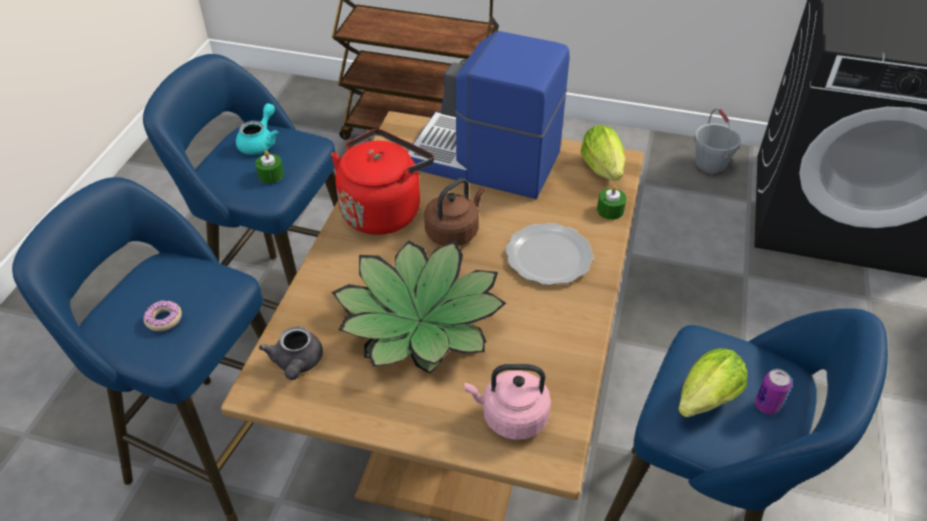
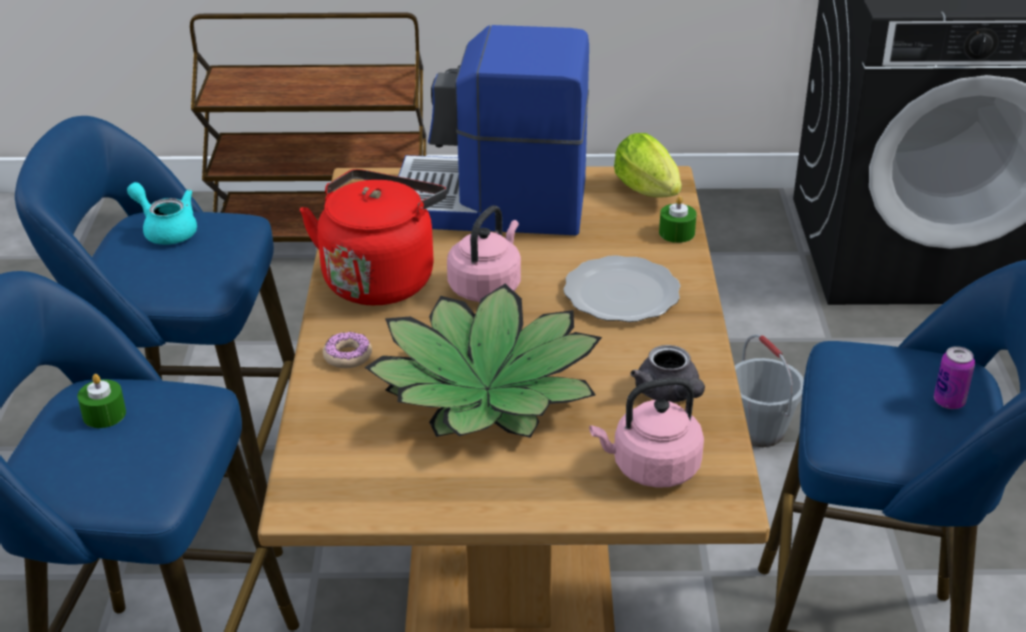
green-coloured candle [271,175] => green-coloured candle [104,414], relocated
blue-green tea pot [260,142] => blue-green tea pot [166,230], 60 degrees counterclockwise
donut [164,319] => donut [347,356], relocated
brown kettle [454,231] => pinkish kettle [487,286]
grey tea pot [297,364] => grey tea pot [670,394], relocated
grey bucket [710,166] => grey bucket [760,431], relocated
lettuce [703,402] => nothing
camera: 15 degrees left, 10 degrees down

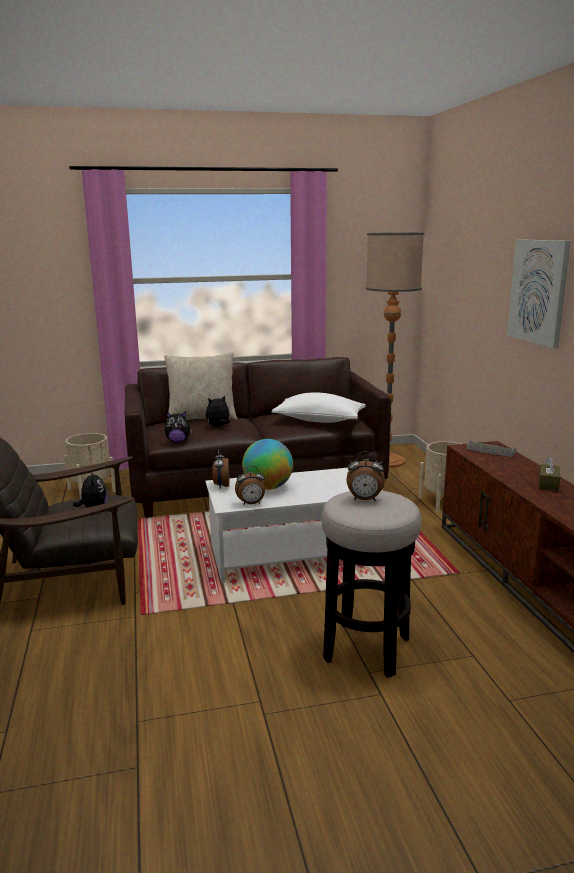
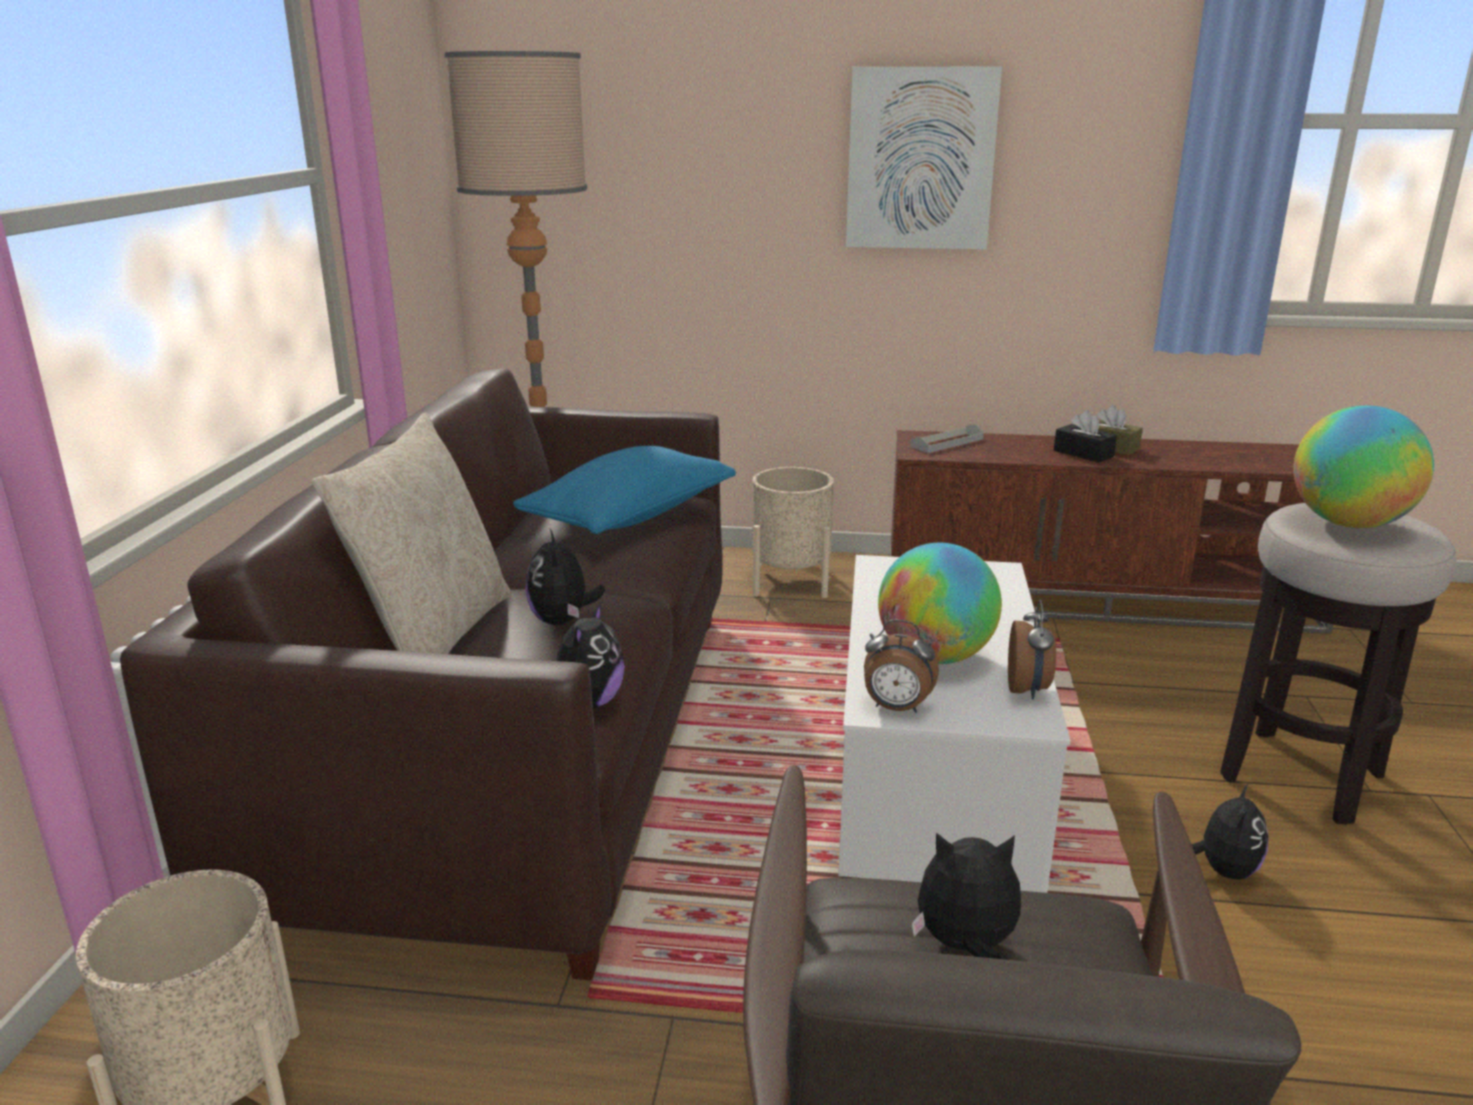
whitish pillow [319,420] => blue pillow [630,517]
nothing => black box of tissues [1083,453]
nothing => cuddly toy [1223,870]
bedside clock [364,500] => world globe [1348,523]
camera: 70 degrees left, 5 degrees up

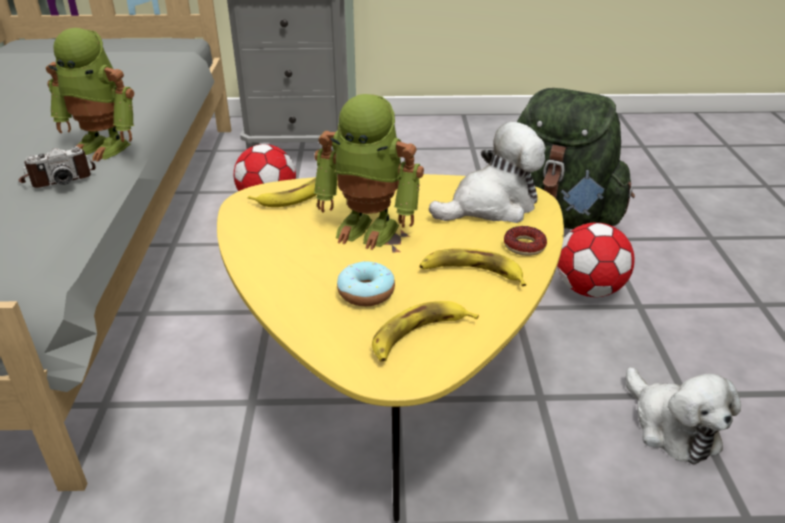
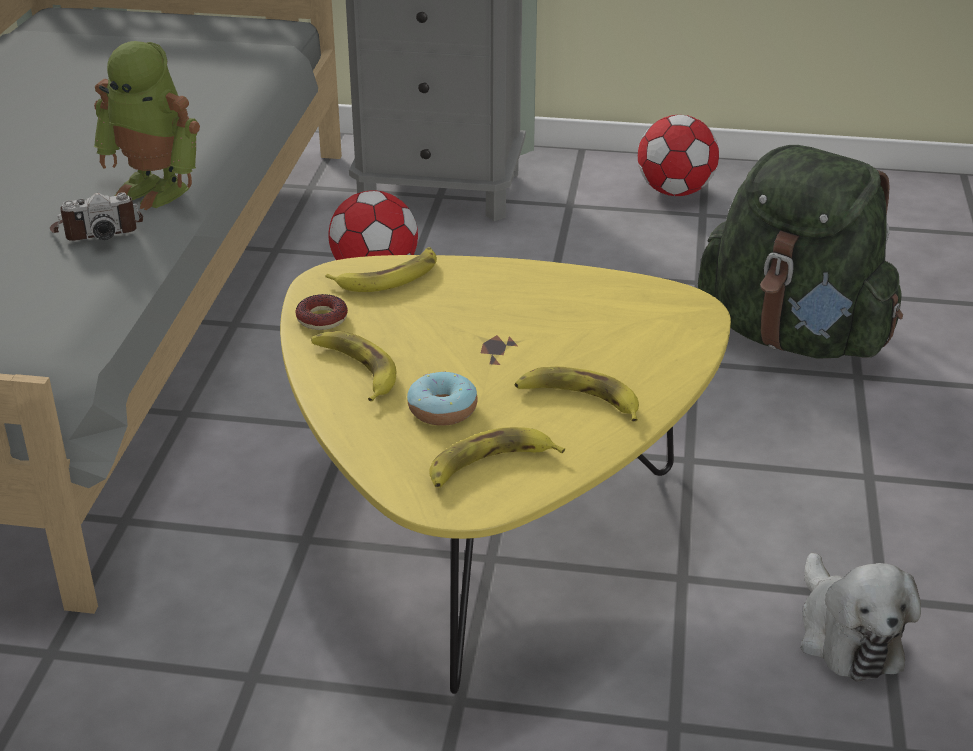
donut [524,246] => donut [322,318], relocated
nothing => banana fruit [355,370]
football [589,289] => football [675,191], relocated
robot figure [369,227] => nothing
cuddly toy [491,206] => nothing
camera: 10 degrees right, 0 degrees up

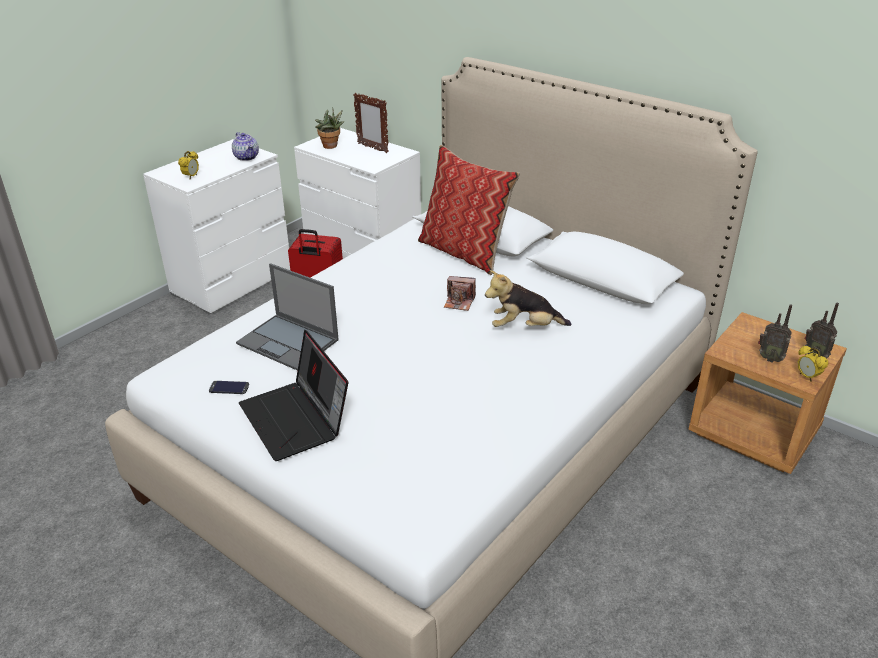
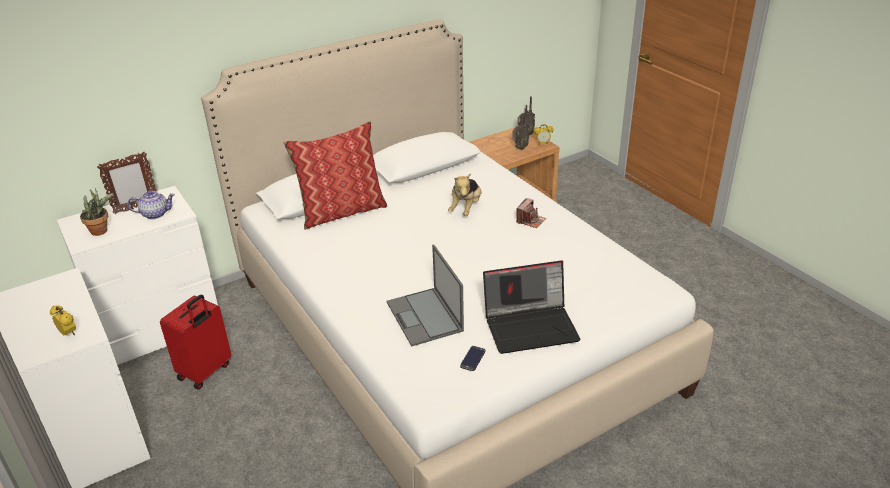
tea pot [247,157] => tea pot [155,214], relocated
portable computer [289,342] => portable computer [425,317], 105 degrees clockwise
photo camera [459,302] => photo camera [530,220], relocated
camera: 70 degrees left, 0 degrees up

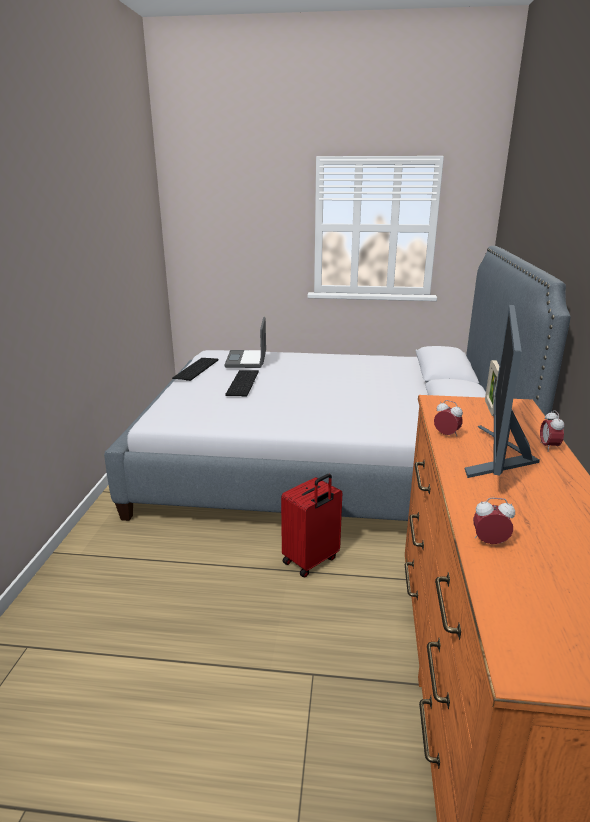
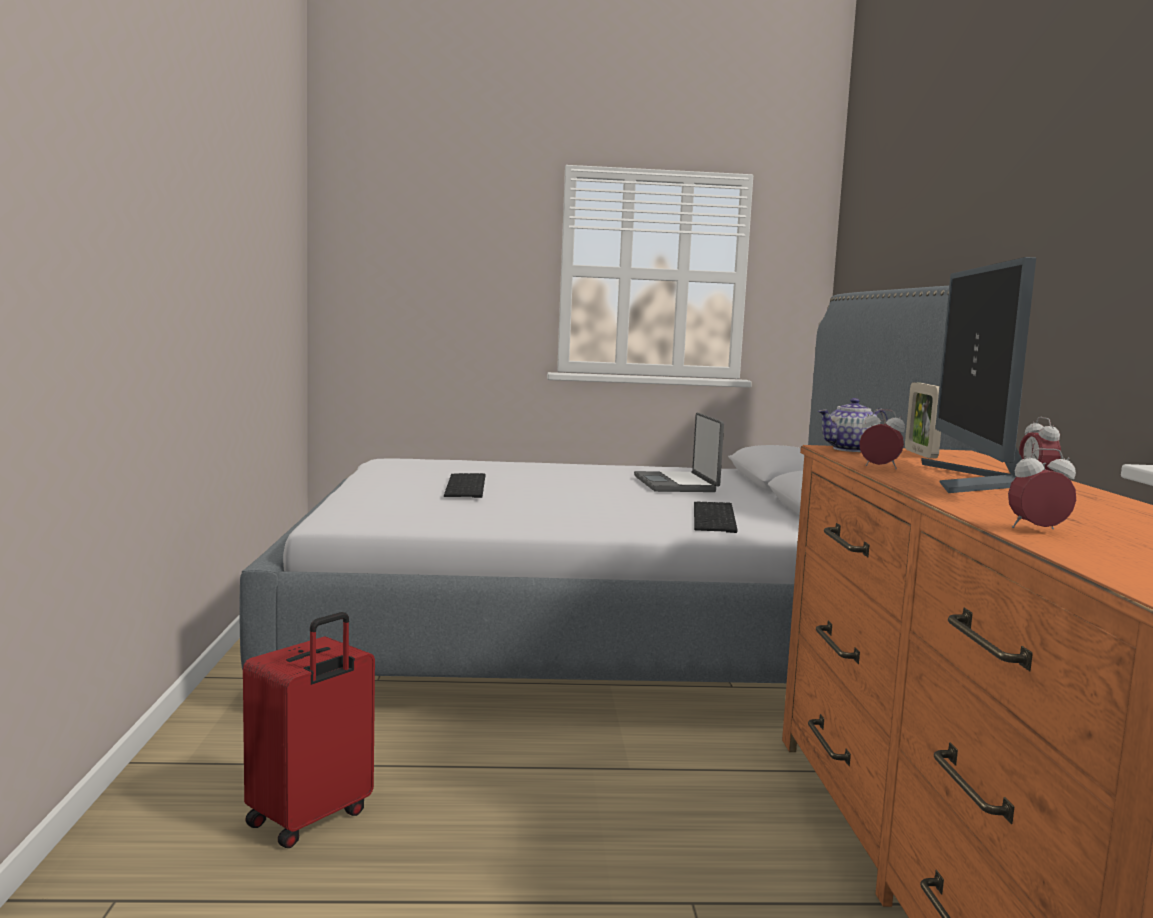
red travel case [311,561] => red travel case [310,819], relocated
portable computer [247,360] => portable computer [677,484], relocated
PC keyboard [197,369] => PC keyboard [716,517], relocated
nothing => tea pot [851,449]
camera: 10 degrees left, 15 degrees down

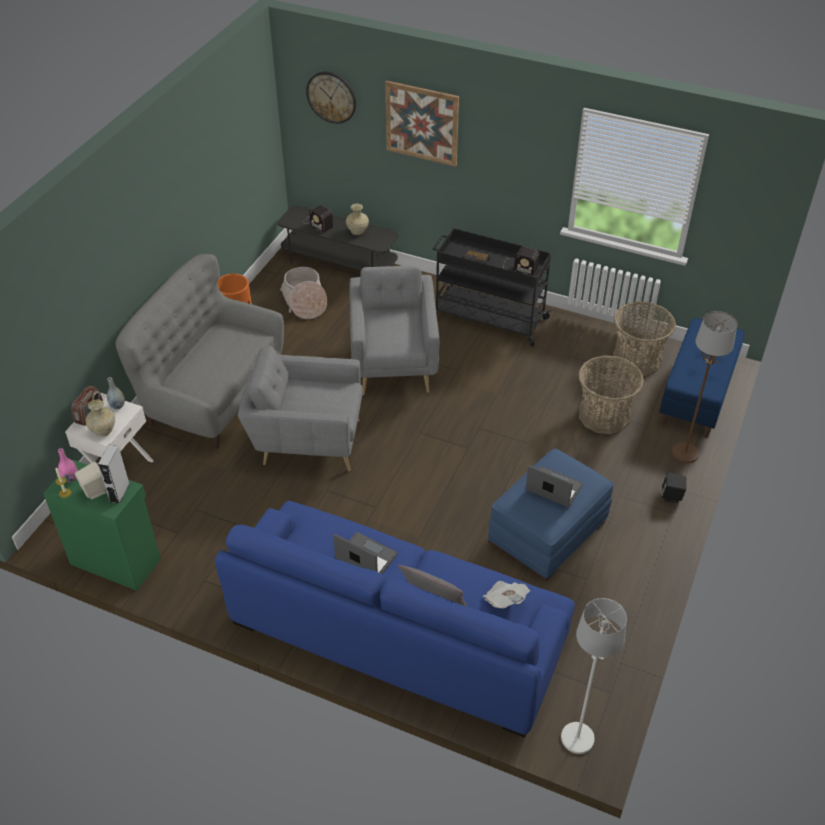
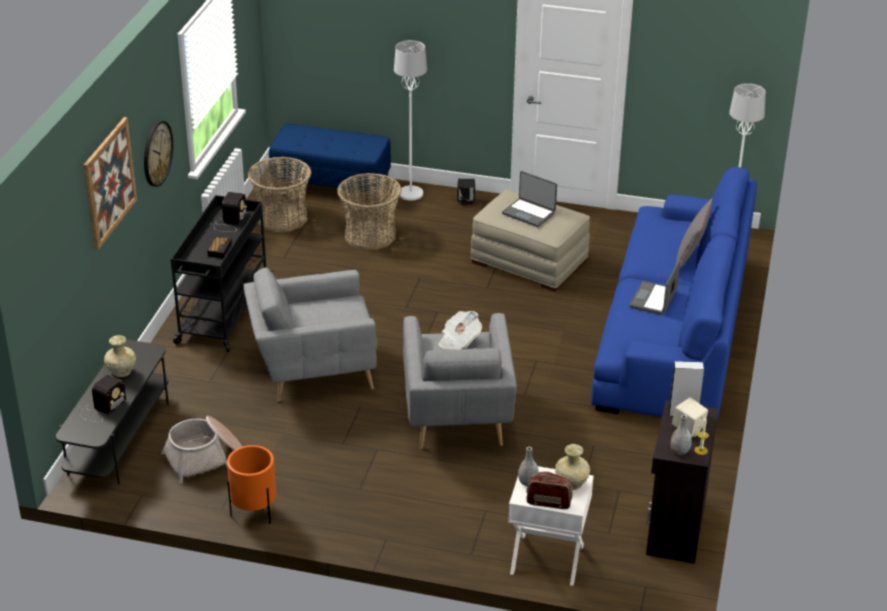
clock on the wall [331,97] => clock on the wall [157,153], relocated
brown standing lamp [684,453] => whitish standing lamp [410,194]
printed paper [505,600] => printed paper [459,340], relocated
blue pouffe [548,531] => sand-coloured pouffe [530,261]
portable computer [553,488] => portable computer [529,213], 75 degrees counterclockwise
green-coloured storage cabinet [115,560] => black storage cabinet [674,529]
pinkish decorative vase [70,478] => grey decorative vase [679,451]
grey couch [212,394] => nothing
camera: 100 degrees left, 10 degrees down

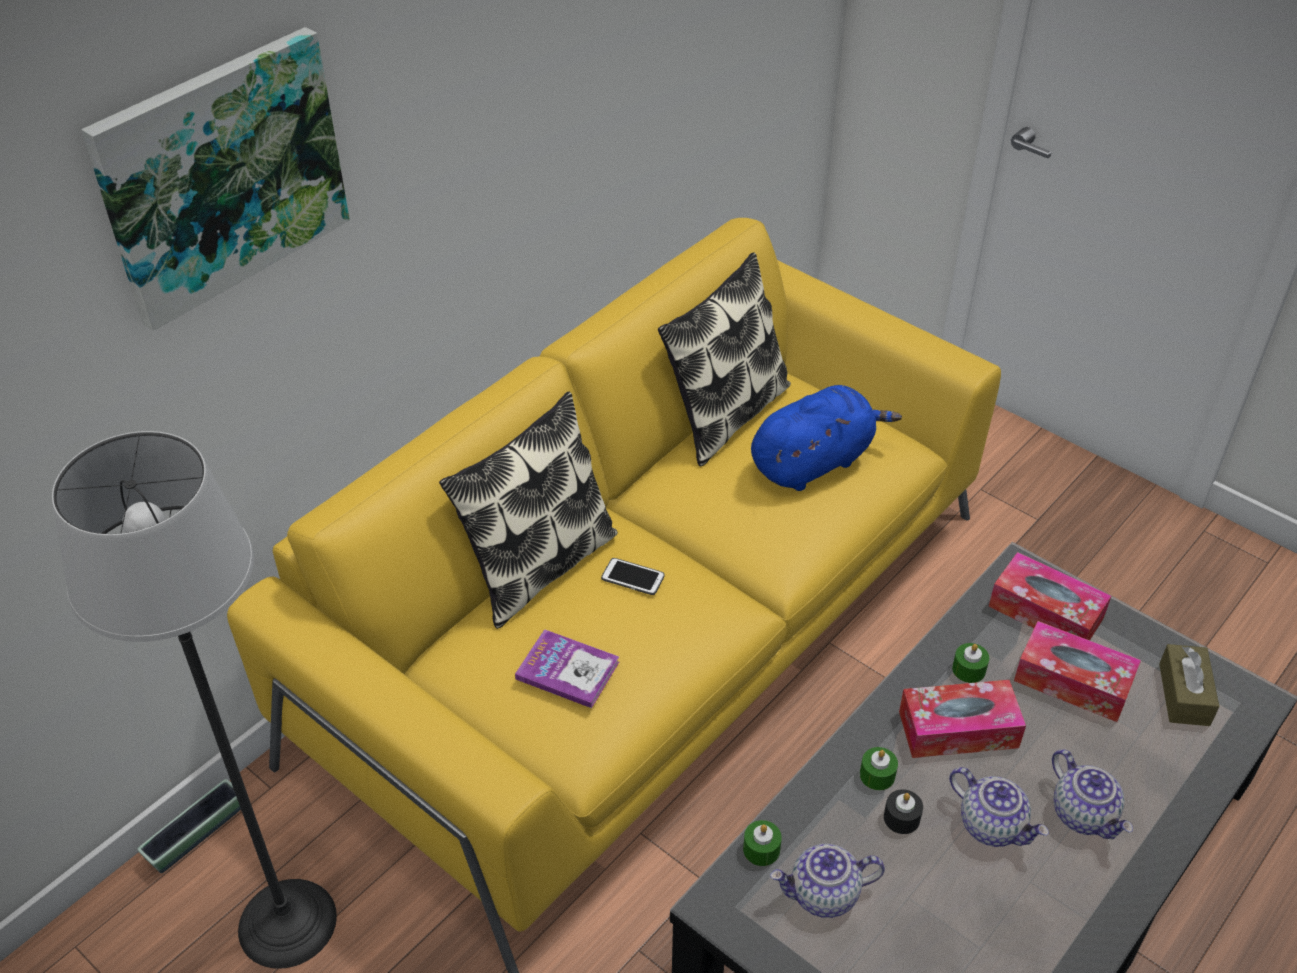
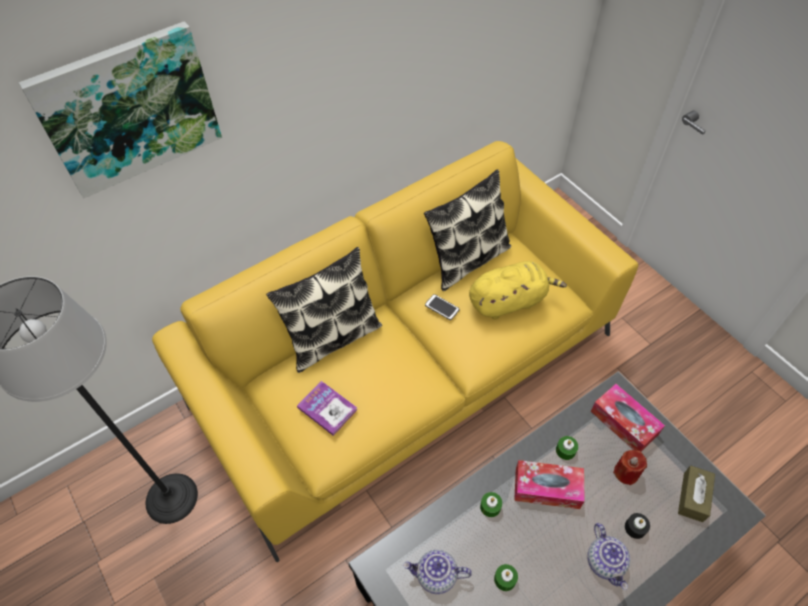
handset [633,577] => handset [442,307], relocated
blue cuddly toy [814,461] => yellow cuddly toy [509,301]
green-coloured candle [761,849] => green-coloured candle [505,579], relocated
box of tissues [1073,681] => red candle [626,472]
black candle [901,818] => black candle [635,528], relocated
flower pot [196,835] => nothing
tea pot [992,825] => nothing
camera: 15 degrees right, 10 degrees up

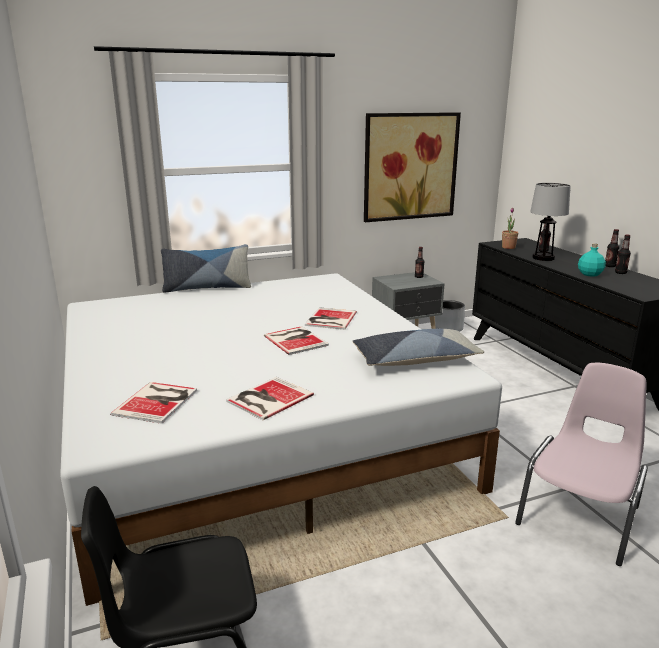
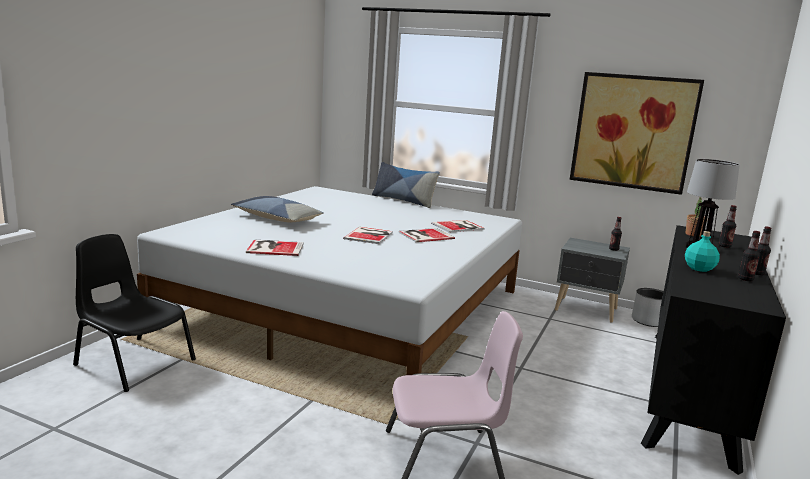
pillow [415,359] => pillow [276,218], relocated
book [158,401] => book [459,226], relocated
camera: 45 degrees right, 5 degrees down

